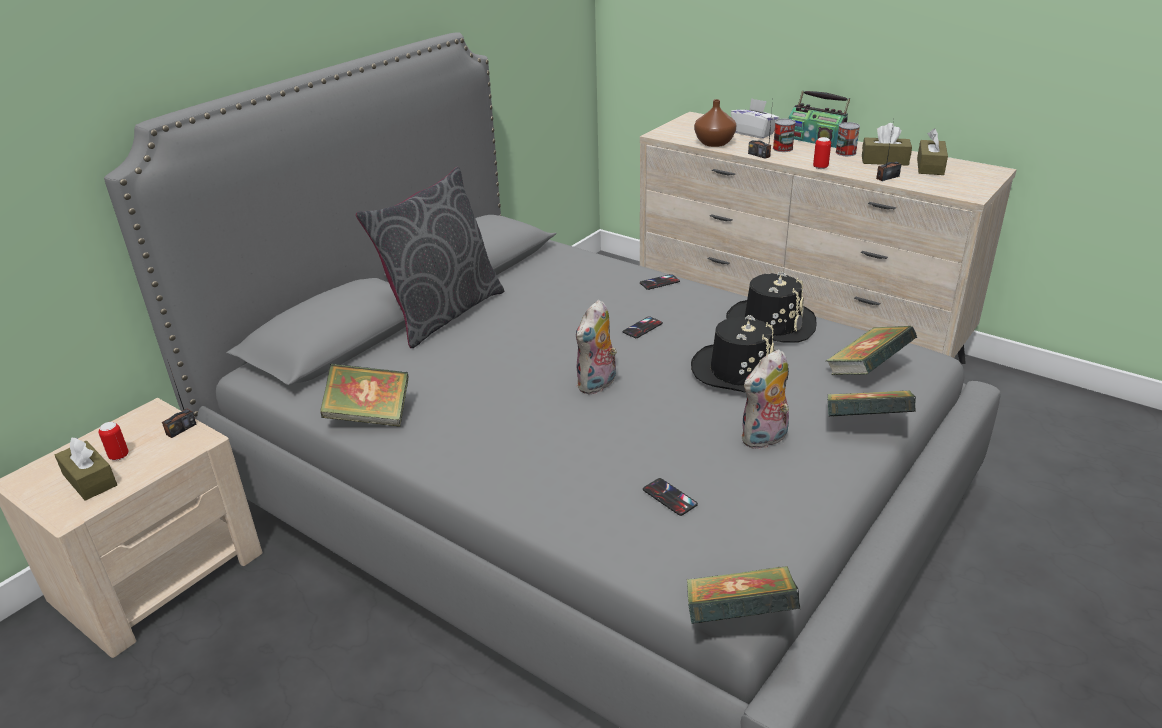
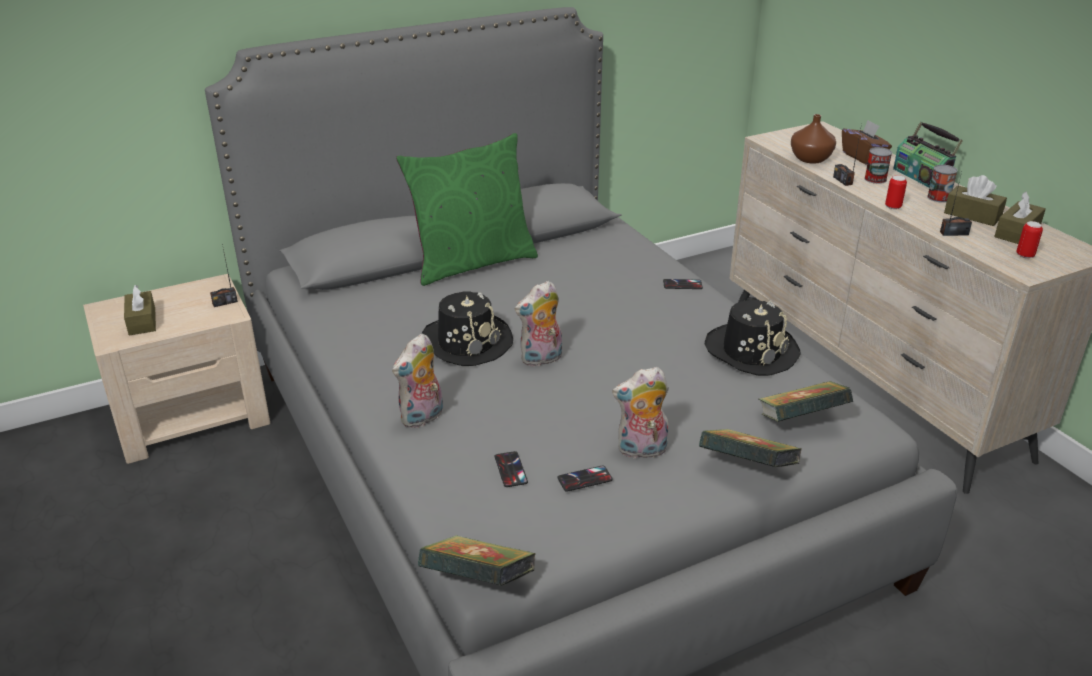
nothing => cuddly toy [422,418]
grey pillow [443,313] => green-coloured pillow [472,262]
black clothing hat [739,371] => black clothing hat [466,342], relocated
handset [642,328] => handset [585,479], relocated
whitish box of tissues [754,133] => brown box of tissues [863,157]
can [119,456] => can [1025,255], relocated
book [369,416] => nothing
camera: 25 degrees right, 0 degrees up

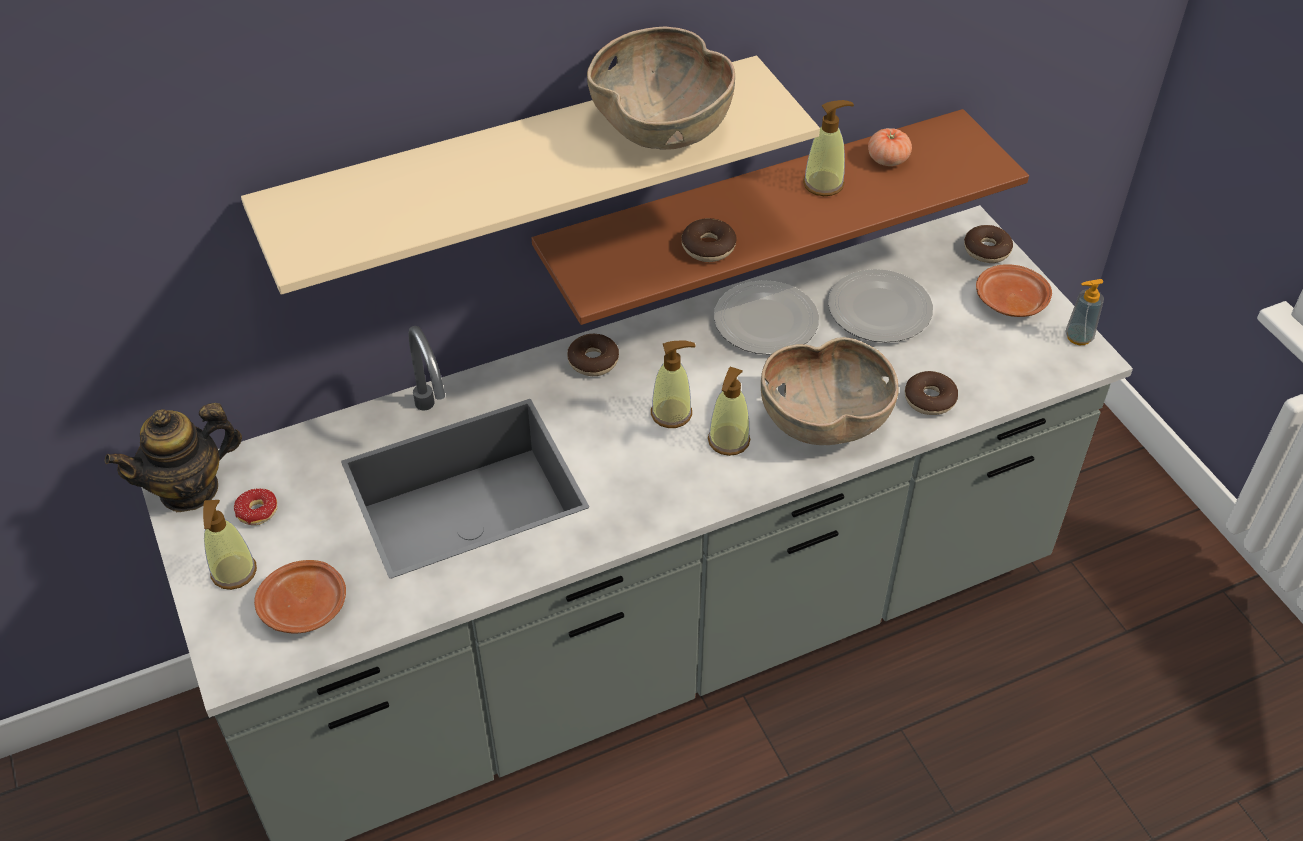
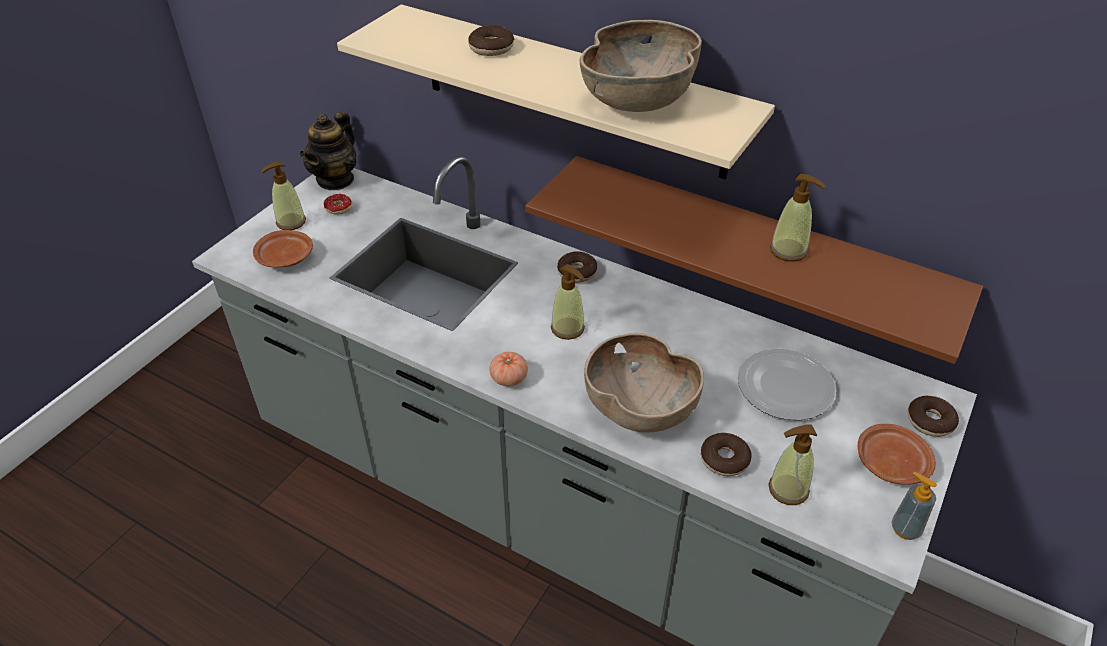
tea pot [189,489] => tea pot [335,180], 90 degrees counterclockwise
donut [708,247] => donut [491,48], relocated
whole tomato [887,159] => whole tomato [509,378], relocated
liquid soap bottle [728,440] => liquid soap bottle [787,489], relocated
flat dish [767,321] => nothing
camera: 55 degrees right, 5 degrees down

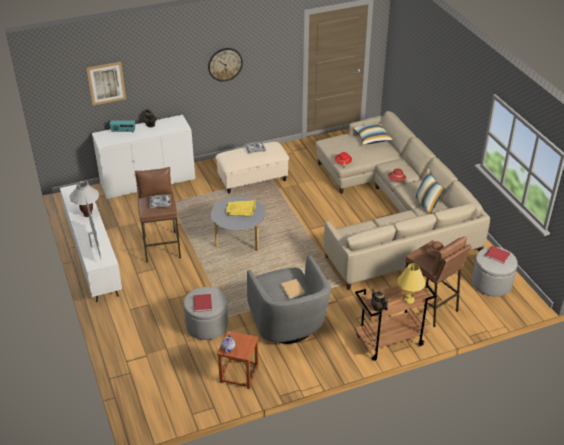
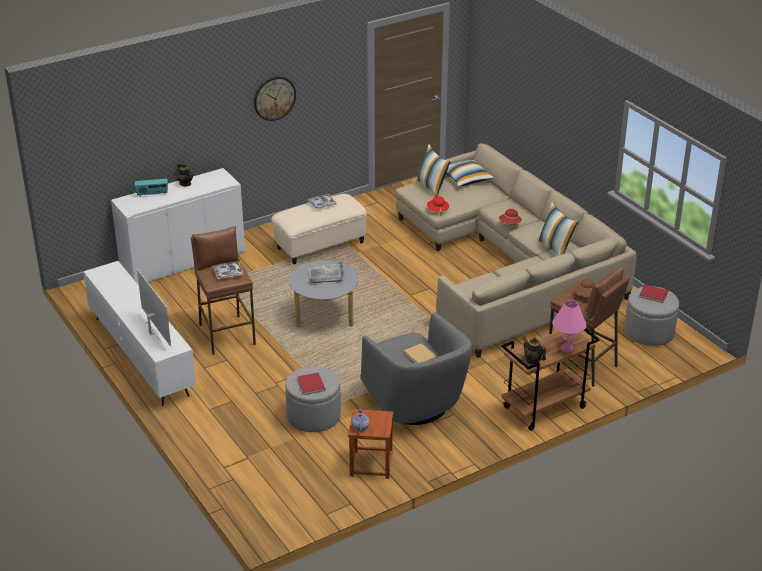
yellow serving tray [241,209] => grey serving tray [326,275]
nothing => pillow [432,187]
yellow tabletop lamp [409,300] => pinkish tabletop lamp [567,348]
whitish tabletop lamp [87,215] => nothing
picture [106,83] => nothing
camera: 10 degrees left, 5 degrees down

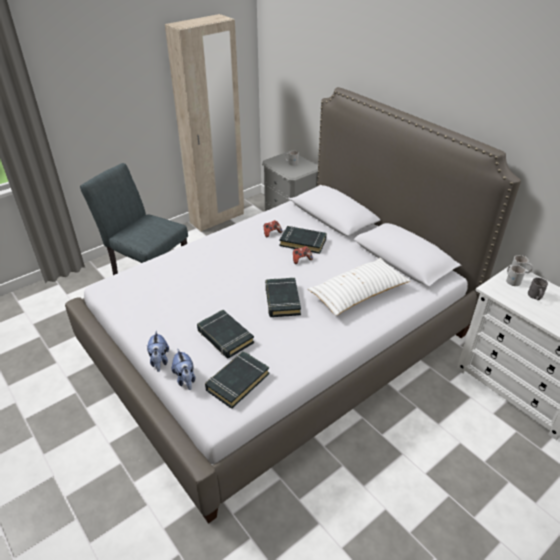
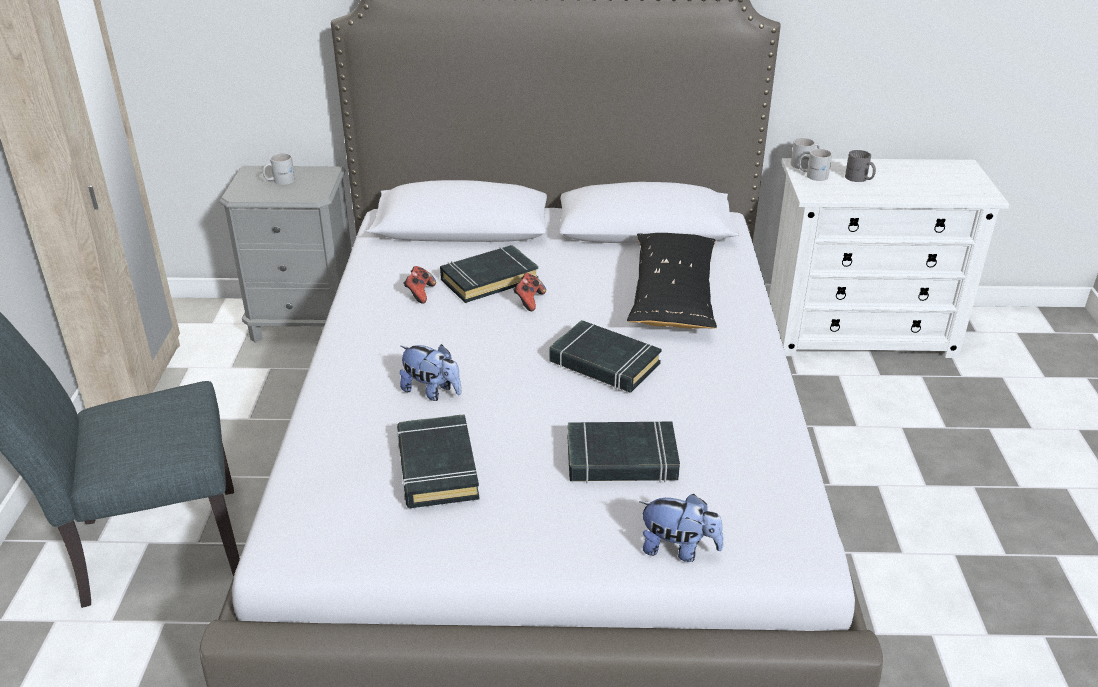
black book [237,382] => black book [437,467], relocated
cuddly toy [159,361] => cuddly toy [432,391], relocated
whitish pillow [358,293] => black pillow [672,295]
camera: 50 degrees left, 5 degrees down

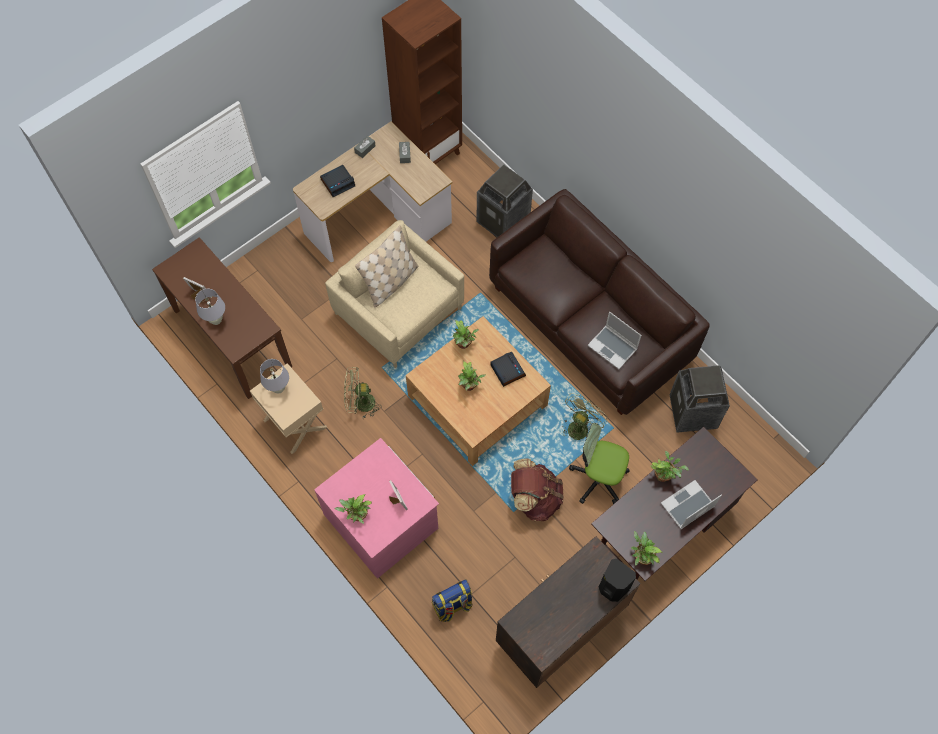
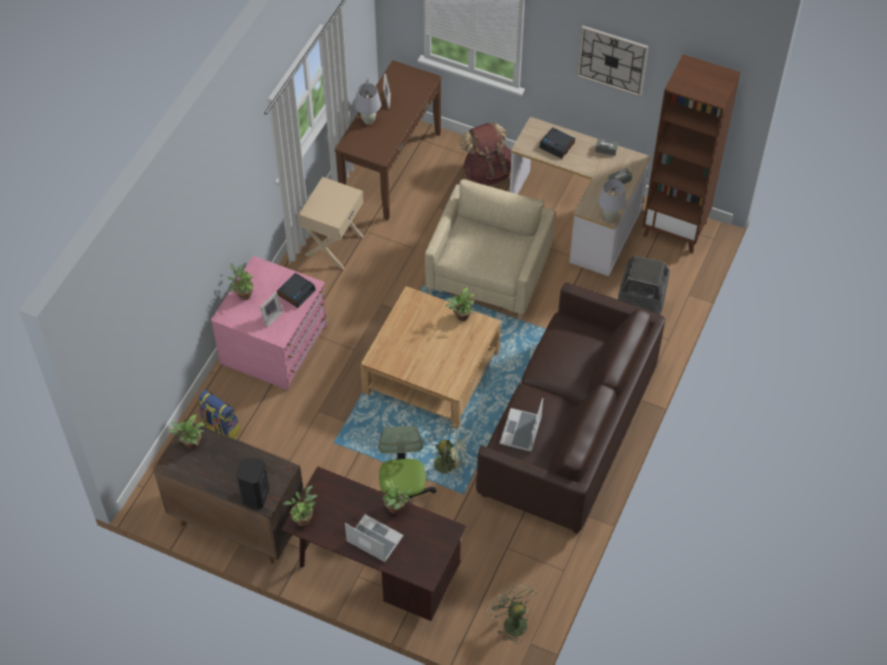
houseplant [469,387] => houseplant [190,444], relocated
bedside clock [507,370] => bedside clock [296,292], relocated
brown rucksack [534,498] => brown rucksack [487,171], relocated
green-coloured electric fan [360,403] => green-coloured electric fan [511,621], relocated
nothing => clock on the wall [612,60]
whitish tabletop lamp [279,389] => whitish tabletop lamp [609,217], relocated
sand-coloured pillow [390,282] => nothing
waste bin [693,412] => nothing
camera: 65 degrees right, 10 degrees down

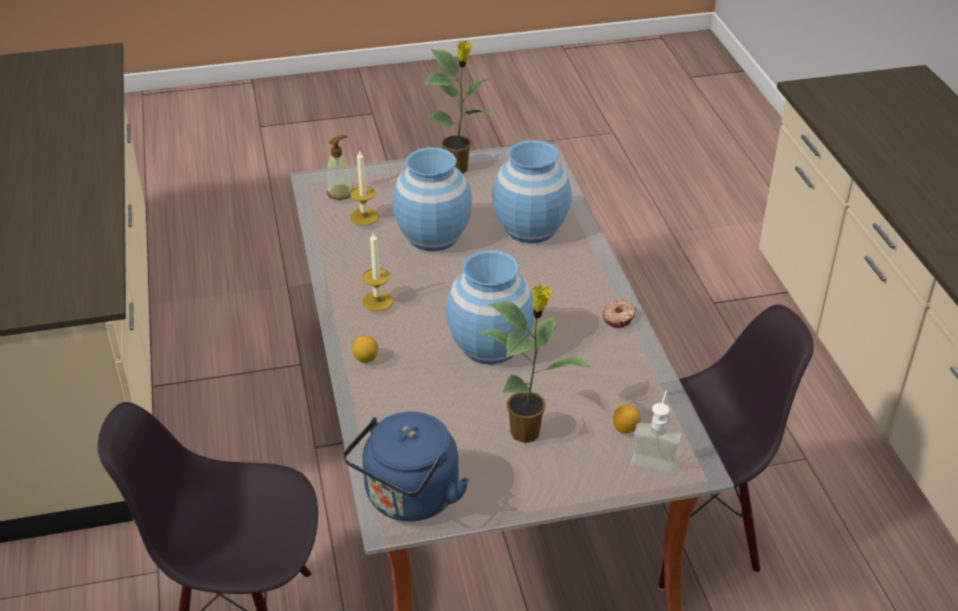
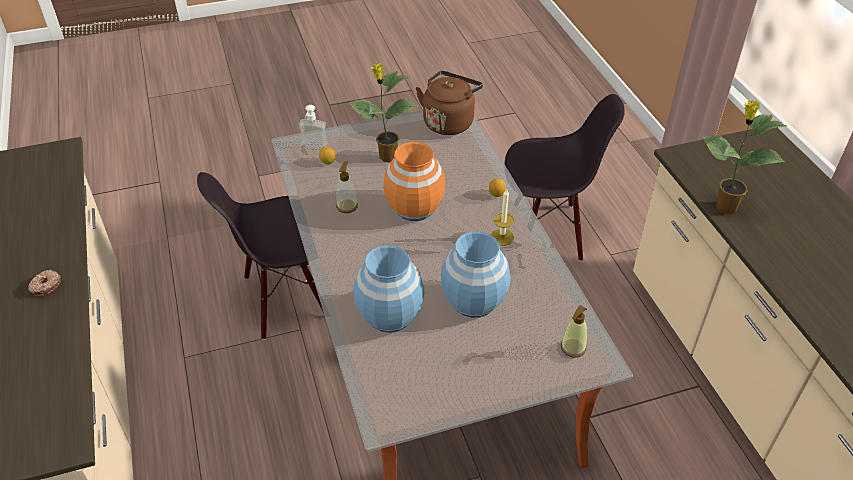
donut [619,318] => donut [46,286], relocated
nothing => liquid soap bottle [347,206]
blue decorative vase [489,345] => orange-coloured decorative vase [415,208]
blue kettle [409,499] => brown kettle [449,121]
houseplant [458,168] => houseplant [724,207], relocated
candle [364,217] => nothing
camera: 175 degrees right, 5 degrees up

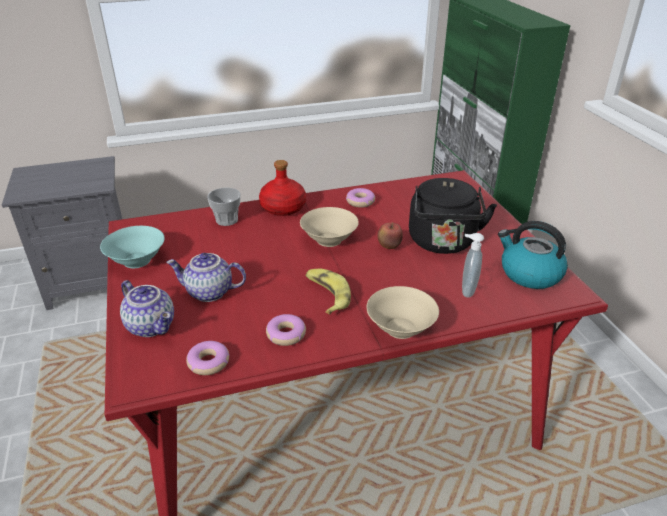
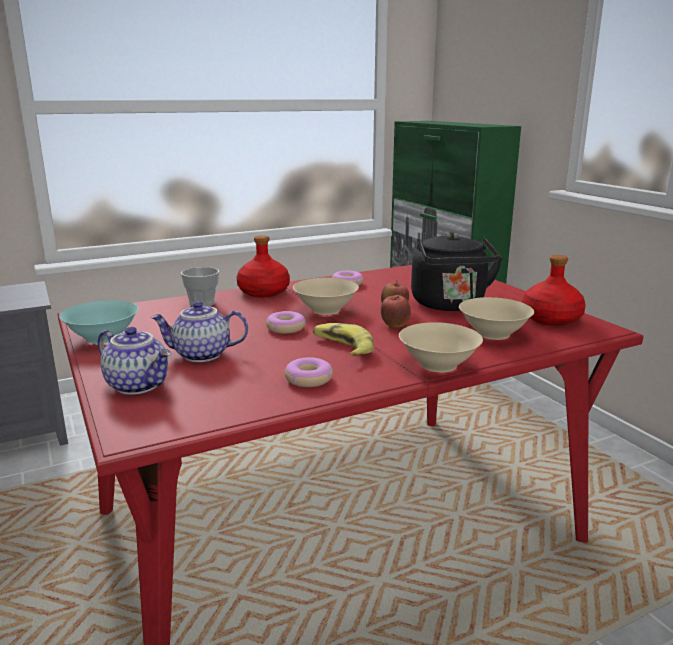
donut [209,362] => donut [286,328], relocated
nothing => whole apple [395,326]
liquid soap bottle [466,290] => sand-coloured serving bowl [494,334]
kettle [529,274] => red bottle [551,319]
camera: 10 degrees left, 15 degrees down

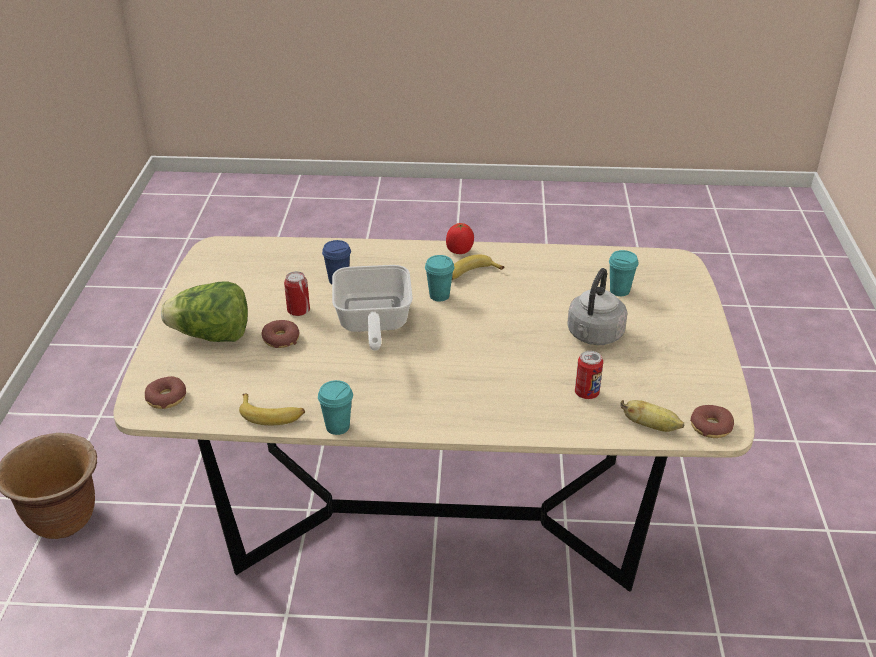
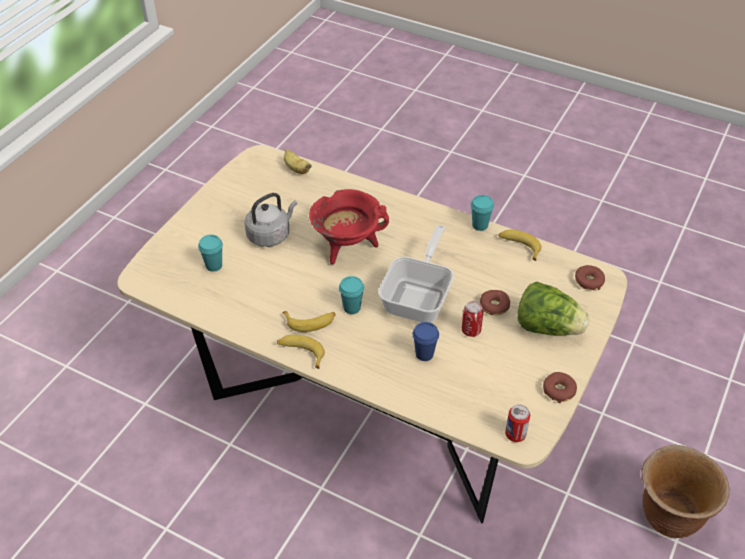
whole tomato [459,251] => banana fruit [301,353]
nothing => red cooking pot [347,247]
can [586,393] => can [515,434], relocated
donut [710,427] => donut [559,390], relocated
camera: 155 degrees left, 10 degrees up

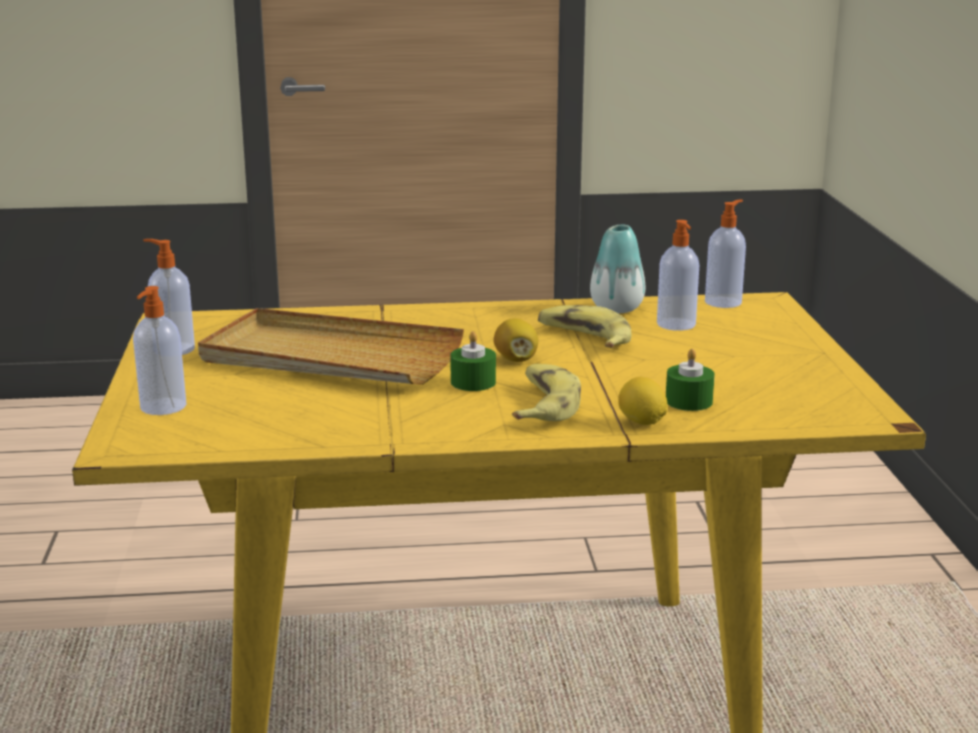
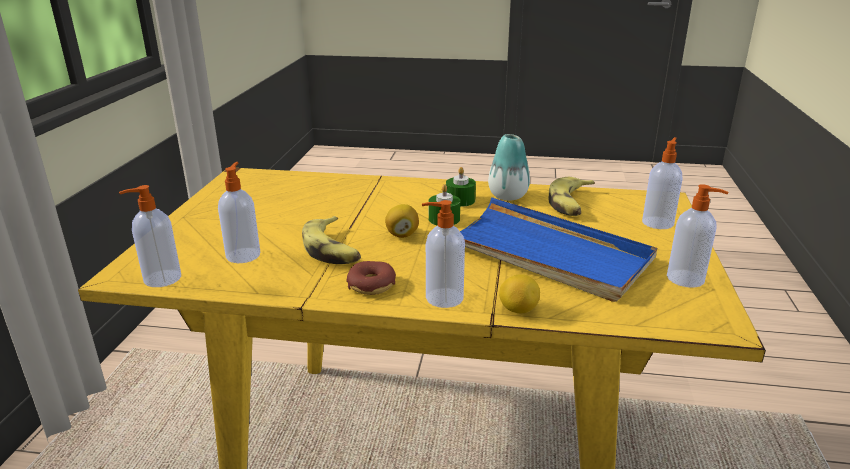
nothing => donut [371,285]
nothing => liquid soap bottle [443,298]
green-coloured candle [688,401] => green-coloured candle [460,200], relocated
sand-coloured serving tray [330,357] => blue serving tray [545,253]
decorative vase [616,308] => decorative vase [508,196], relocated
lemon [641,422] => lemon [518,310], relocated
banana fruit [543,405] => banana fruit [571,204], relocated
camera: 165 degrees left, 5 degrees up

